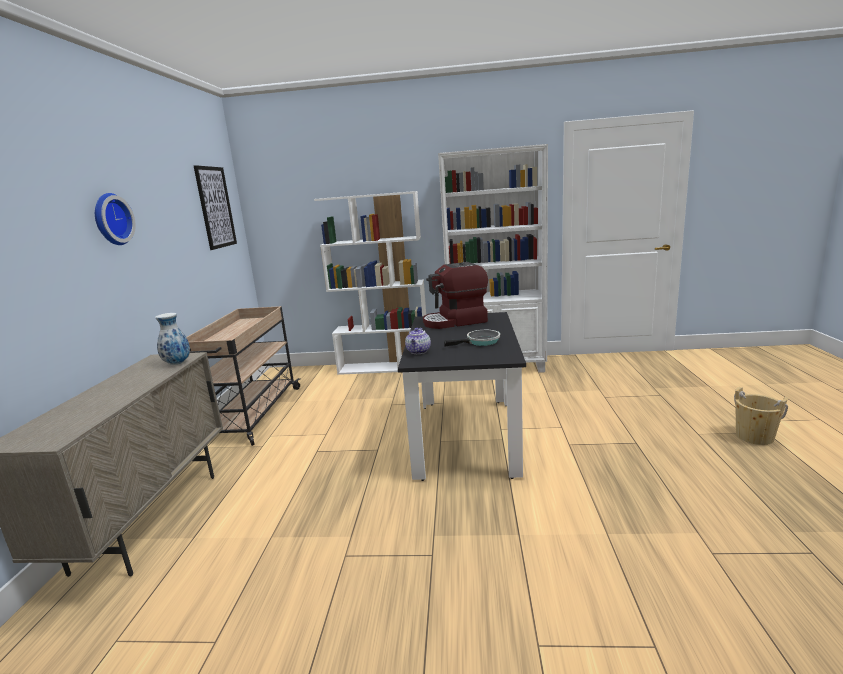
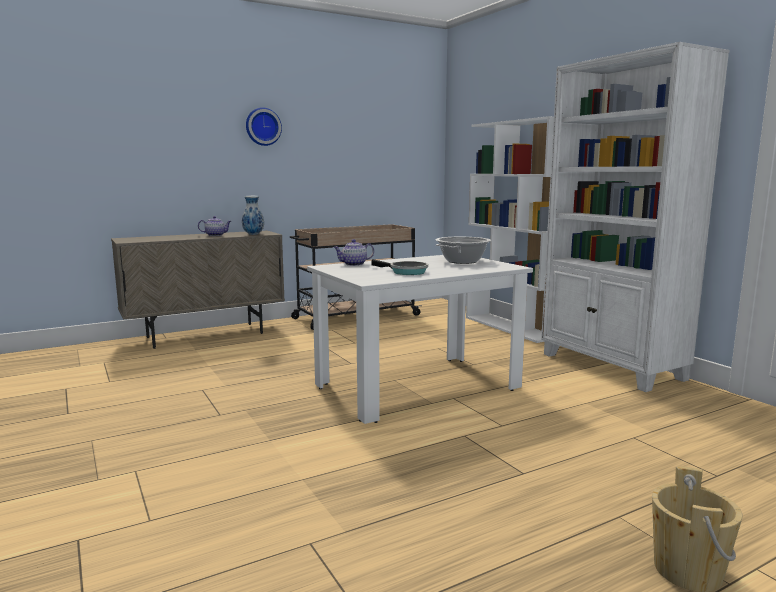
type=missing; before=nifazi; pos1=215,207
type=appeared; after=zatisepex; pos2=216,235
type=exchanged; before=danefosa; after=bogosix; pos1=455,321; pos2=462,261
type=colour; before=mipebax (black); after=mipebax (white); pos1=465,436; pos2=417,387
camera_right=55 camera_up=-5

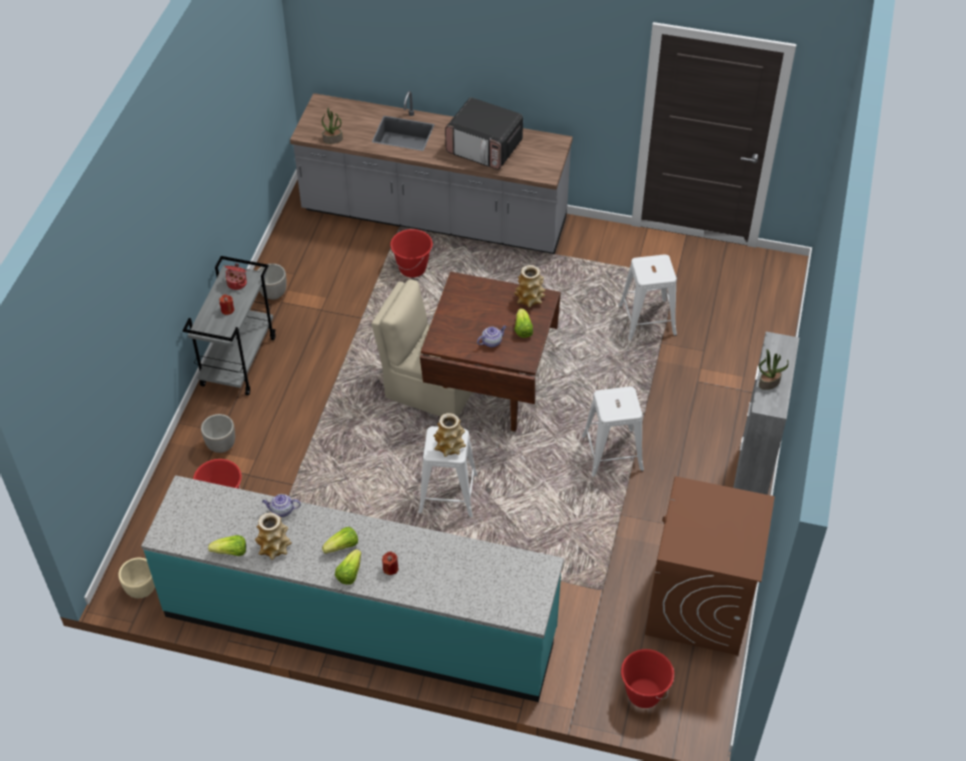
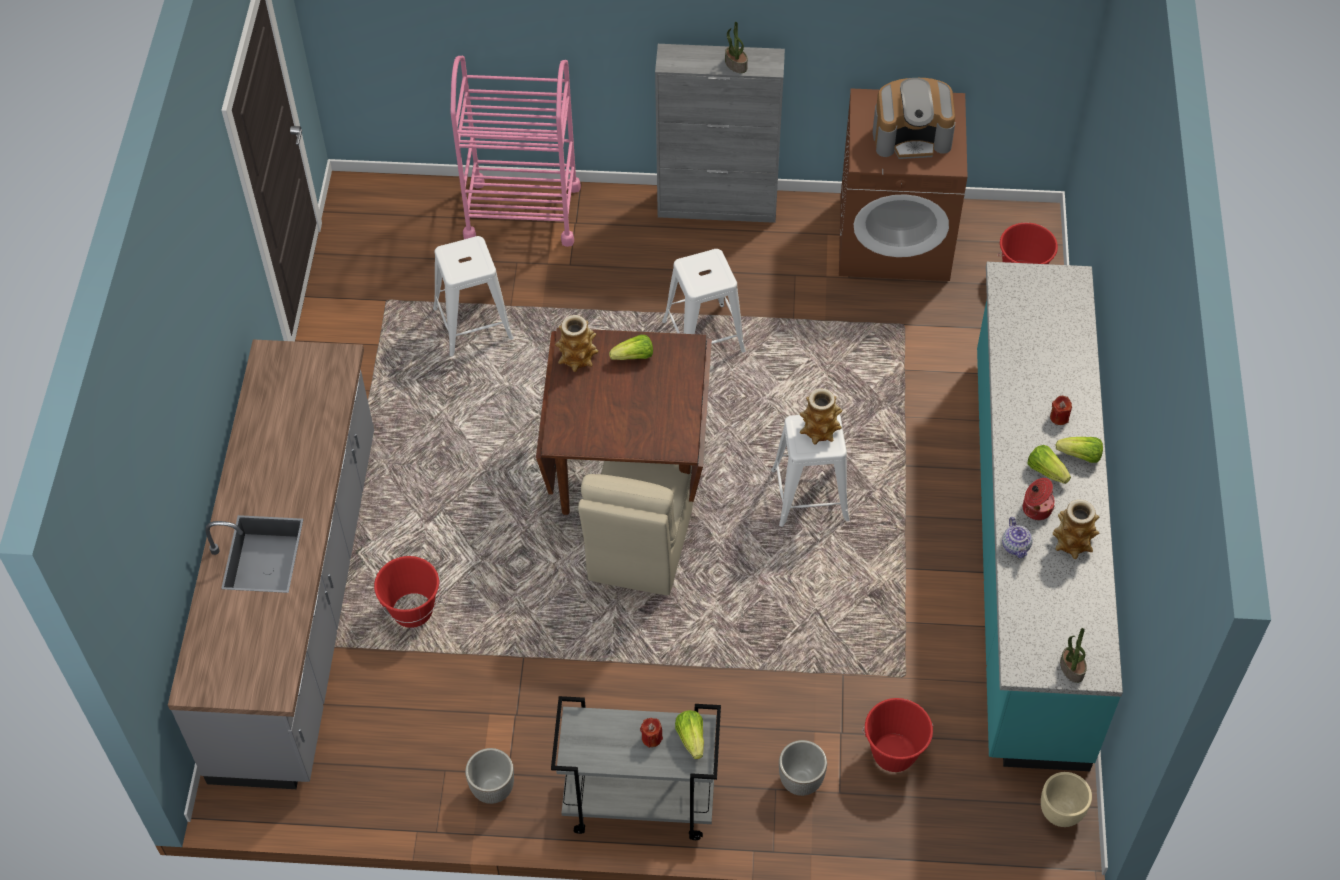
type=missing; before=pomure; pos1=484,148
type=missing; before=zatisepex; pos1=492,342
type=appeared; after=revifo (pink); pos2=522,212
type=appeared; after=danefosa; pos2=912,136
type=relocated; before=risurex; pos1=231,552; pos2=691,738
type=relocated; before=bogosix; pos1=237,283; pos2=1036,508
type=relocated; before=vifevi; pos1=333,139; pos2=1071,668
camera_right=-100 camera_up=5

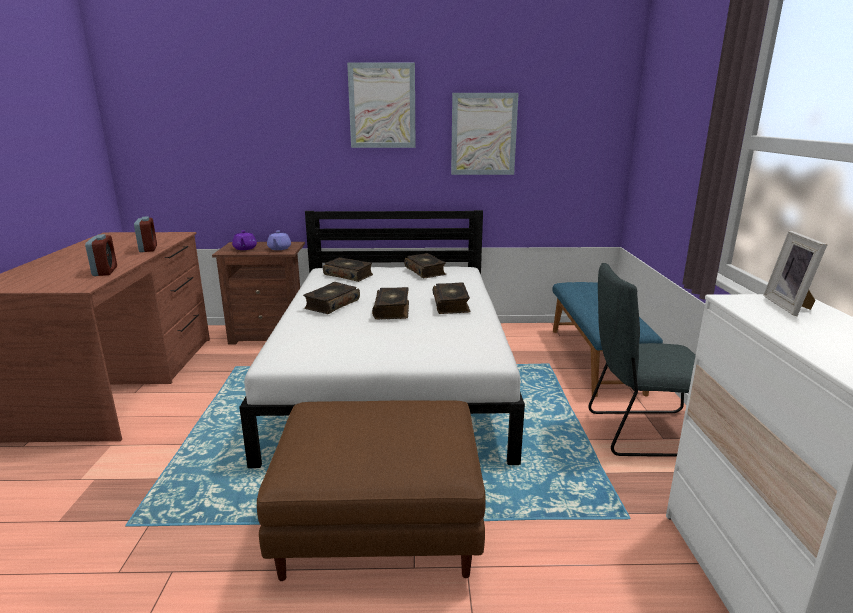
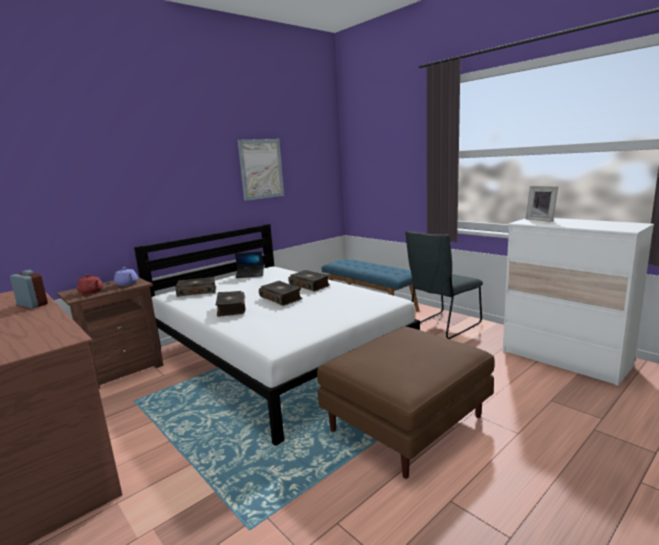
type=missing; before=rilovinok; pos1=105,271
type=missing; before=nifazi; pos1=382,106
type=exchanged; before=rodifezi; after=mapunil; pos1=425,271; pos2=250,275
type=colour; before=zatisepex (purple); after=zatisepex (red); pos1=245,248; pos2=91,291
camera_right=-40 camera_up=-5

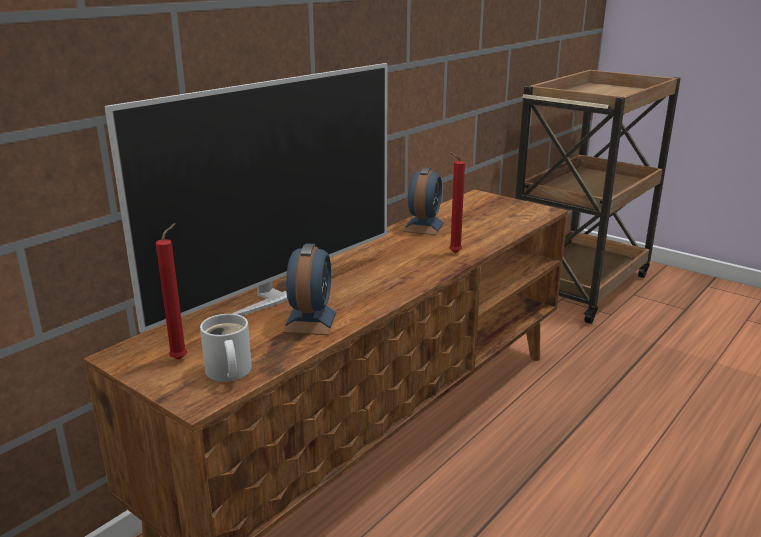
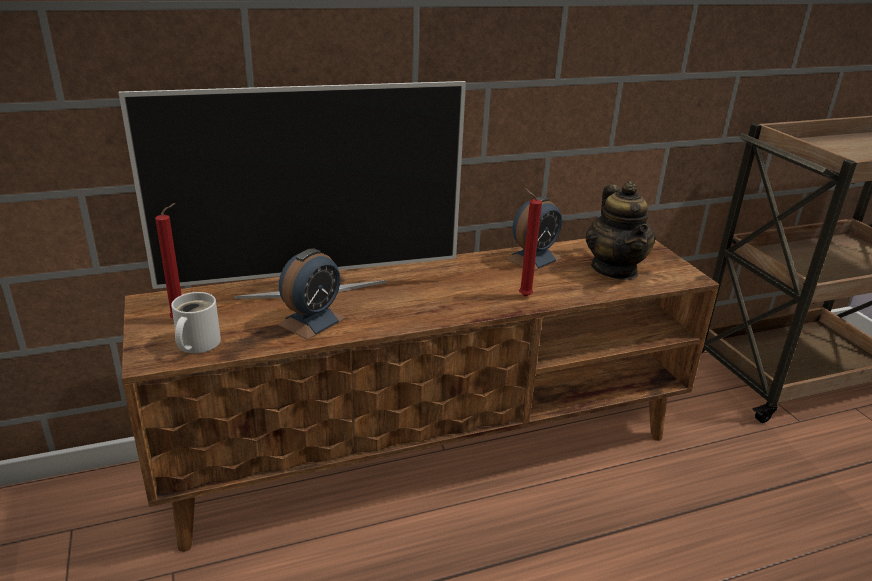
type=appeared; after=zatisepex; pos2=615,269
camera_right=30 camera_up=5

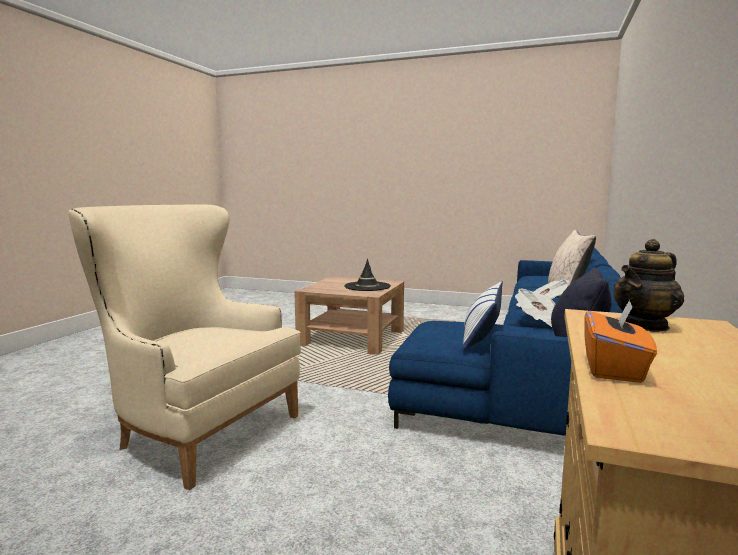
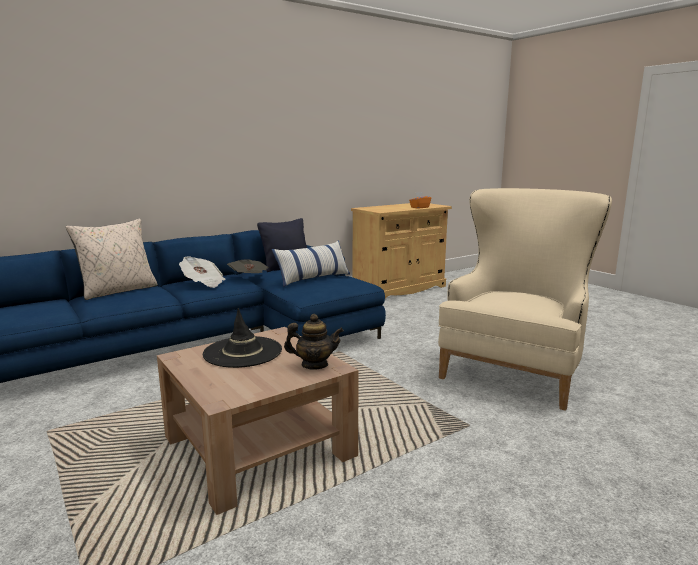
type=relocated; before=zatisepex; pos1=645,325; pos2=314,365
type=spun; before=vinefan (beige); pos1=195,430; pos2=516,371; turn=-120
camera_right=-145 camera_up=5

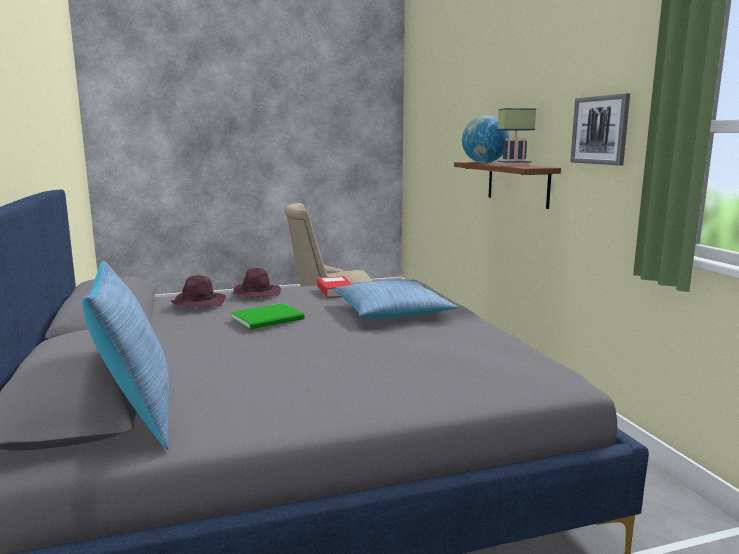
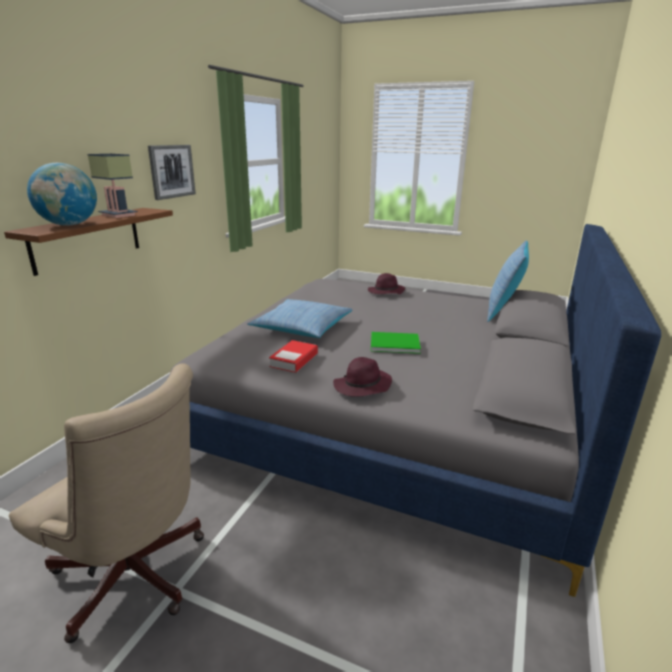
type=relocated; before=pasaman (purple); pos1=198,303; pos2=385,292
camera_right=-140 camera_up=10

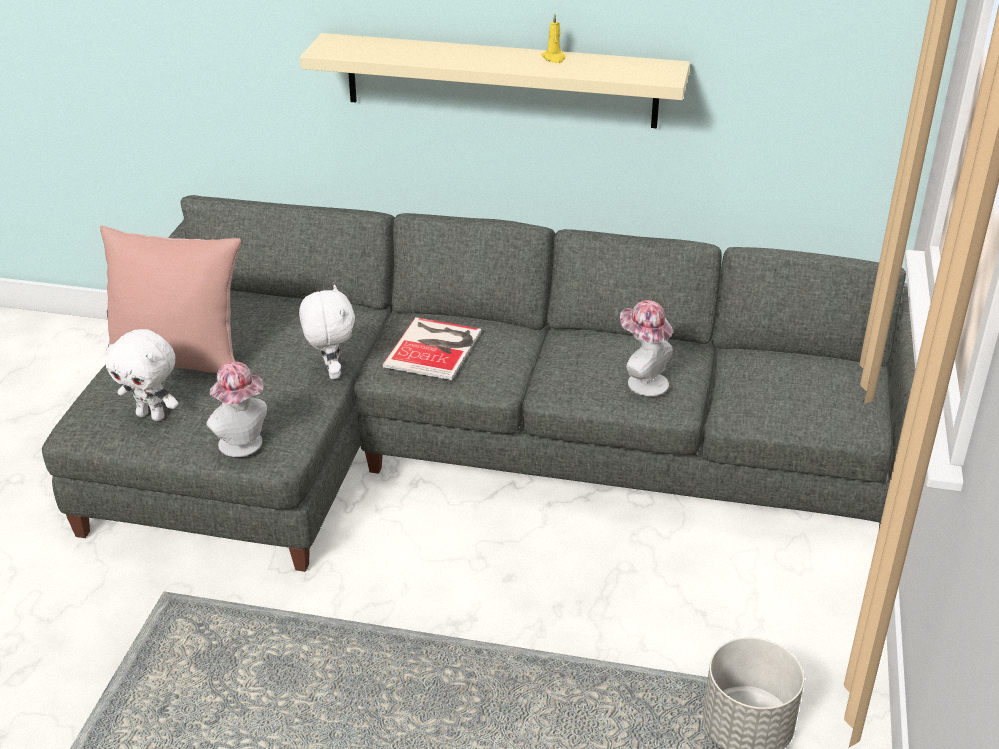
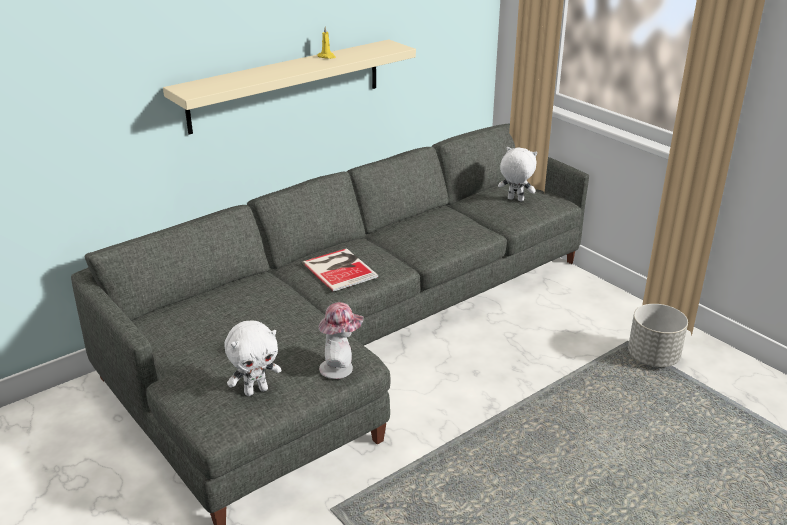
type=missing; before=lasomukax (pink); pos1=180,360
type=missing; before=pasaman; pos1=642,382
type=relocated; before=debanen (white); pos1=331,372; pos2=515,200
camera_right=-50 camera_up=-5

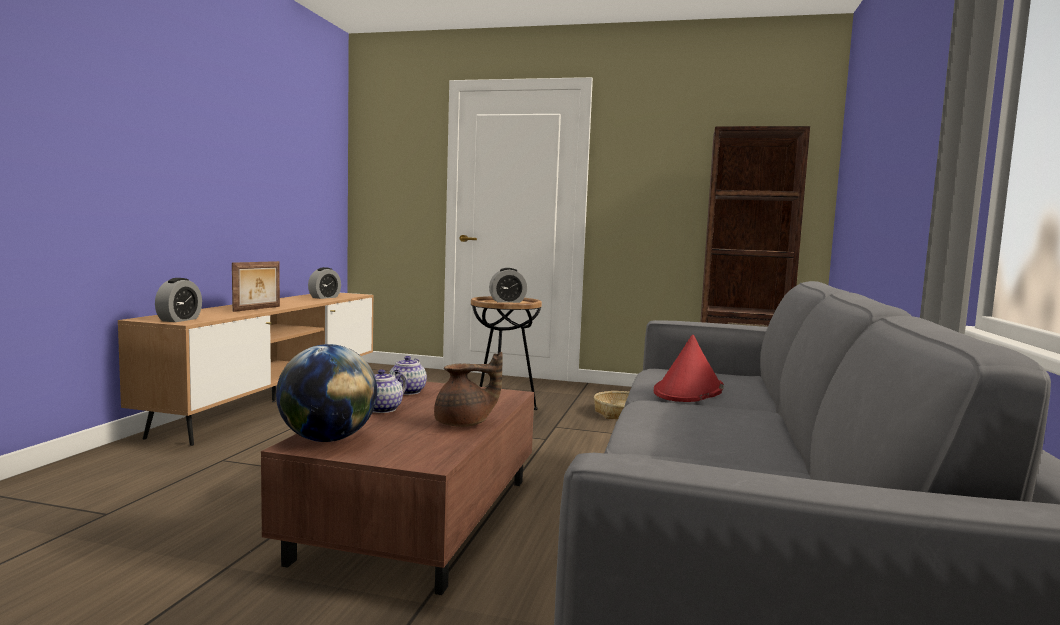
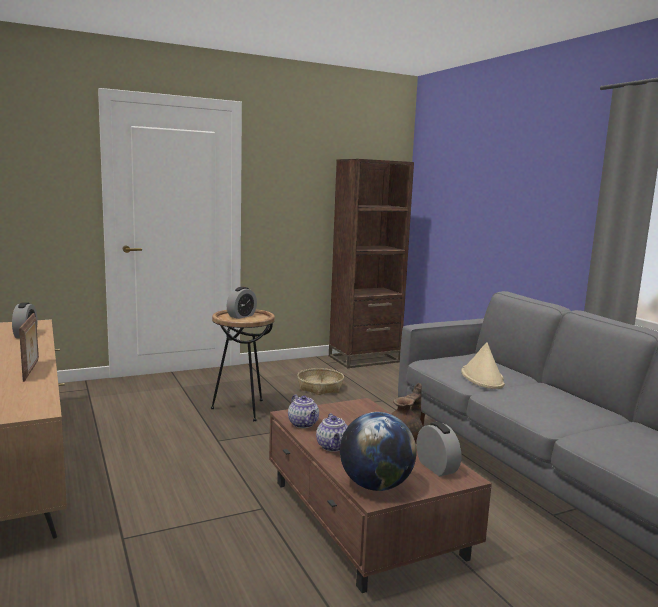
type=relocated; before=rilovinok; pos1=179,320; pos2=436,467
type=colour; before=pasaman (red); after=pasaman (beige); pos1=688,391; pos2=482,378
camera_right=-40 camera_up=5

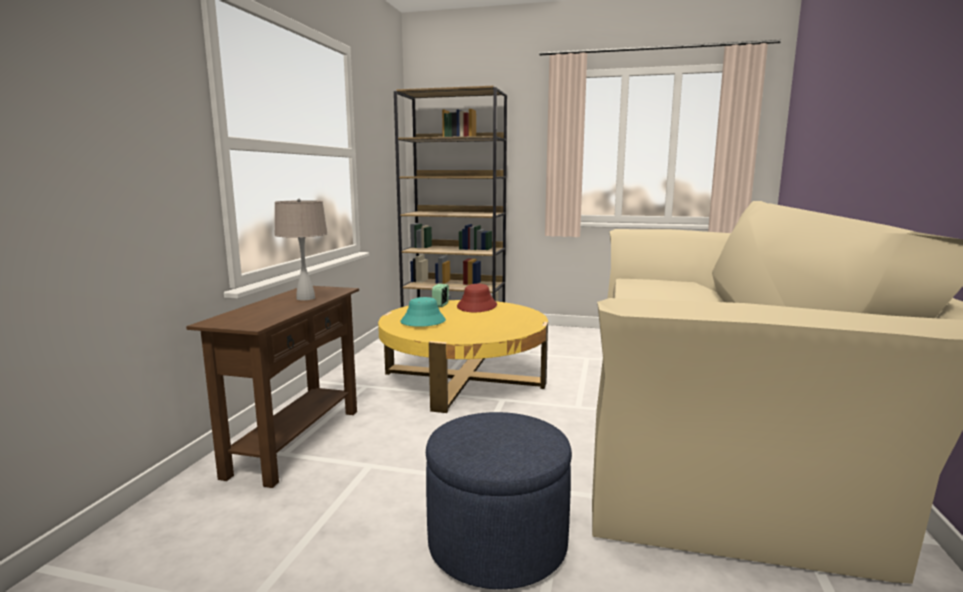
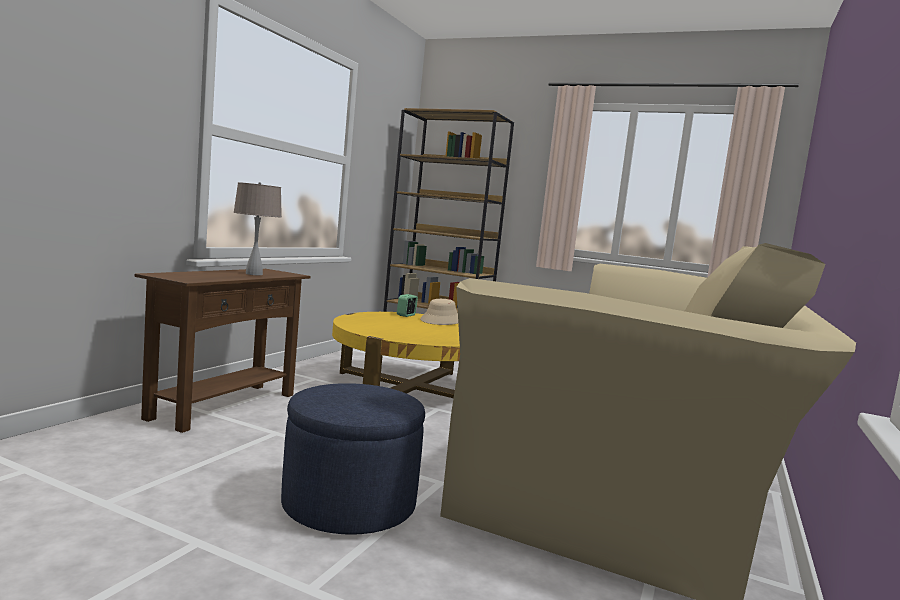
type=missing; before=pasaman (turquoise); pos1=423,321
type=colour; before=pasaman (red); after=pasaman (beige); pos1=477,306; pos2=441,320
camera_right=10 camera_up=-5

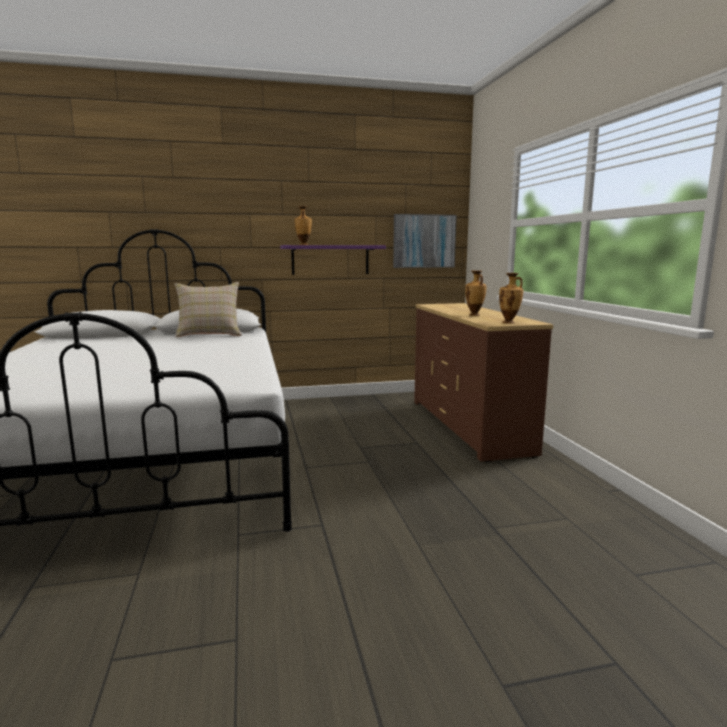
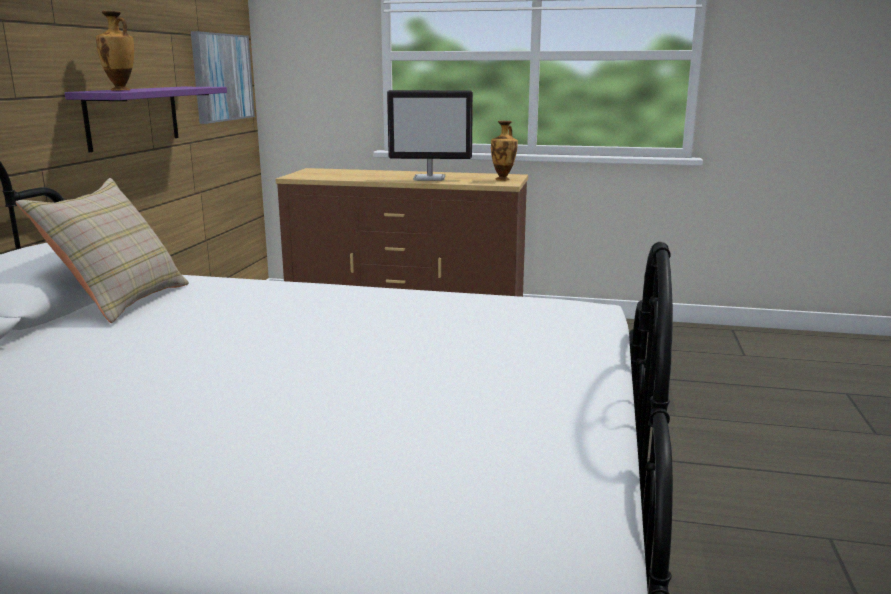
type=exchanged; before=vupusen; after=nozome; pos1=474,315; pos2=430,178
camera_right=-65 camera_up=5

